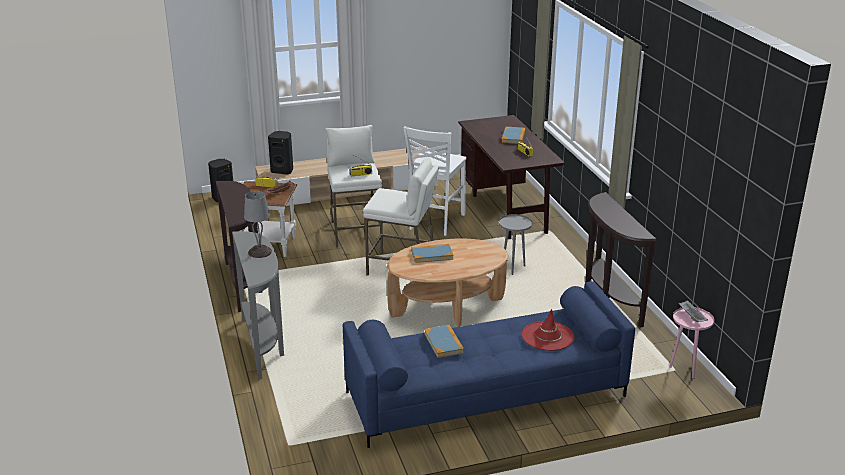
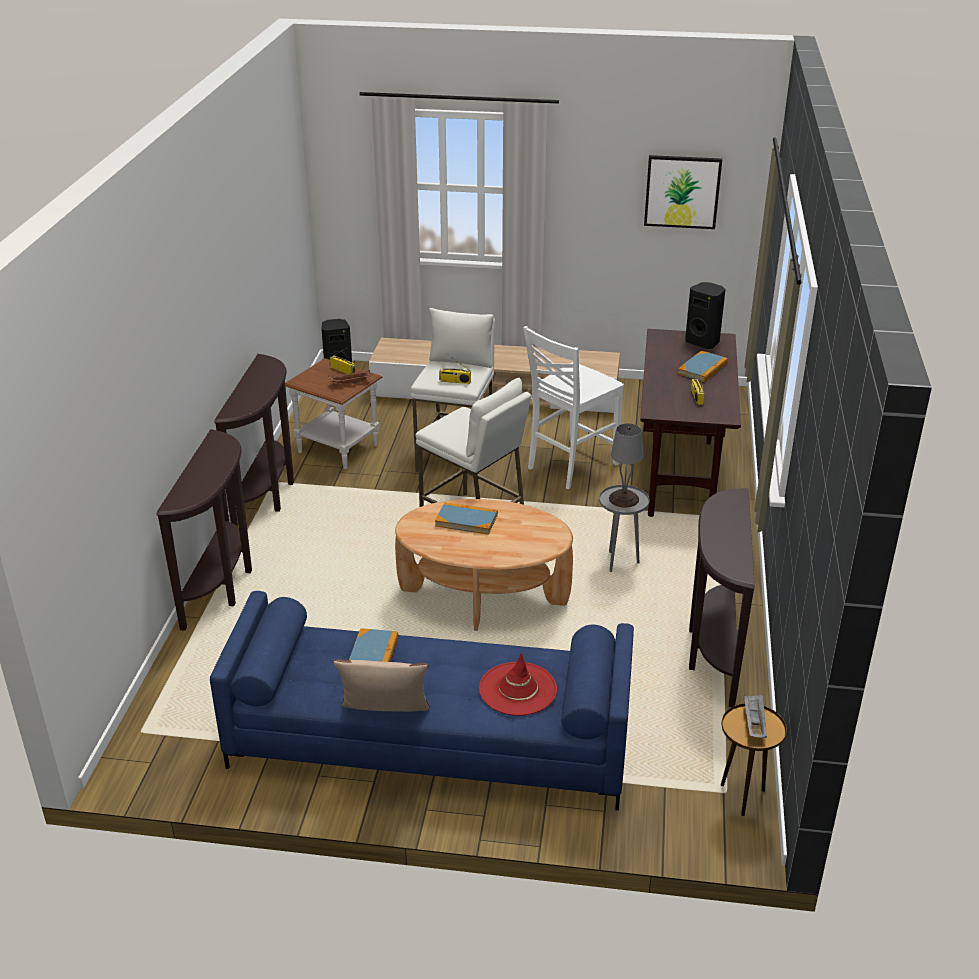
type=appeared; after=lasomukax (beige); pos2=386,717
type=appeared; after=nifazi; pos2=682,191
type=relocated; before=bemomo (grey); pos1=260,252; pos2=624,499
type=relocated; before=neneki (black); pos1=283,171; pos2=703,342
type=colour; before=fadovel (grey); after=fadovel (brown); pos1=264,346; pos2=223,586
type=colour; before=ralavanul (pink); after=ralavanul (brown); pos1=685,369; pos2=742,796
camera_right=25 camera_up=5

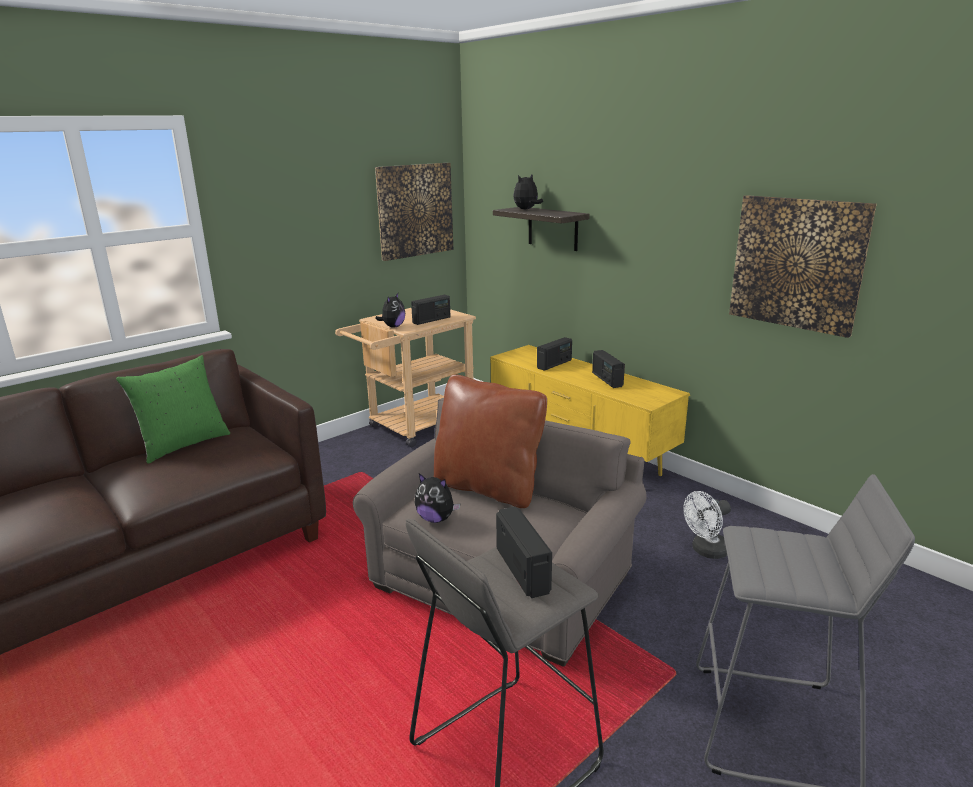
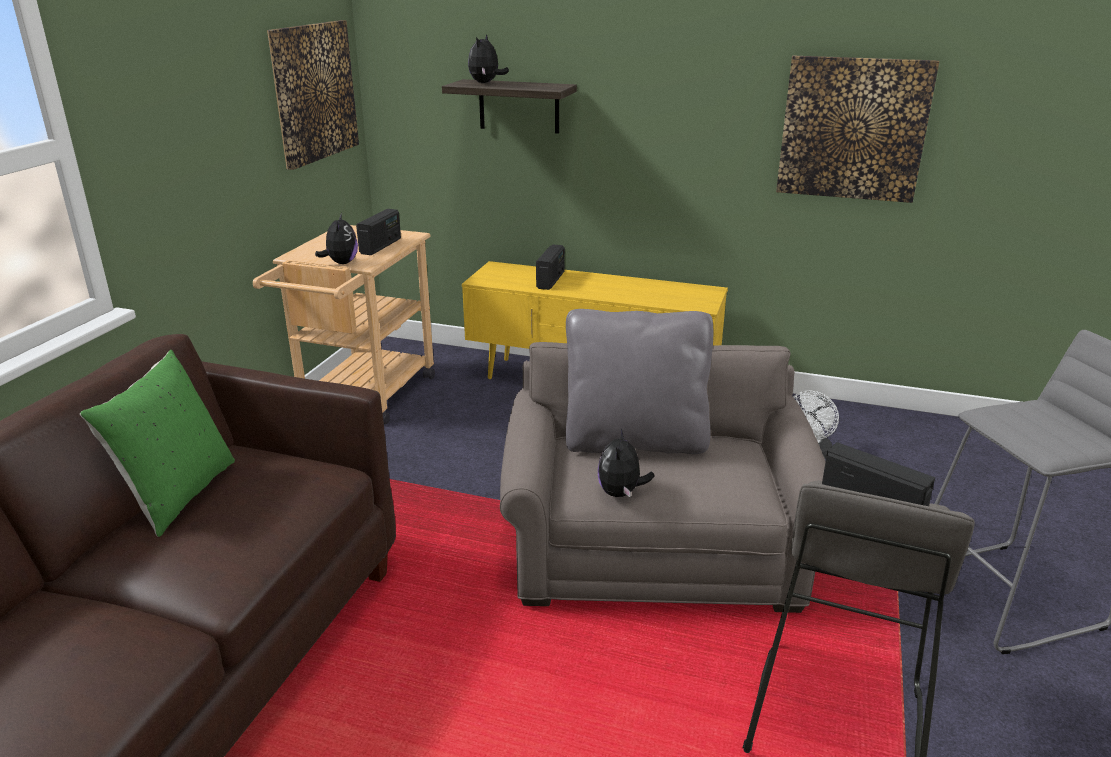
type=missing; before=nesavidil; pos1=607,380
type=colour; before=lasomukax (brown); after=lasomukax (grey); pos1=488,487; pos2=635,441
type=spun; before=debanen; pos1=436,519; pos2=621,493; turn=105
camera_right=-30 camera_up=5

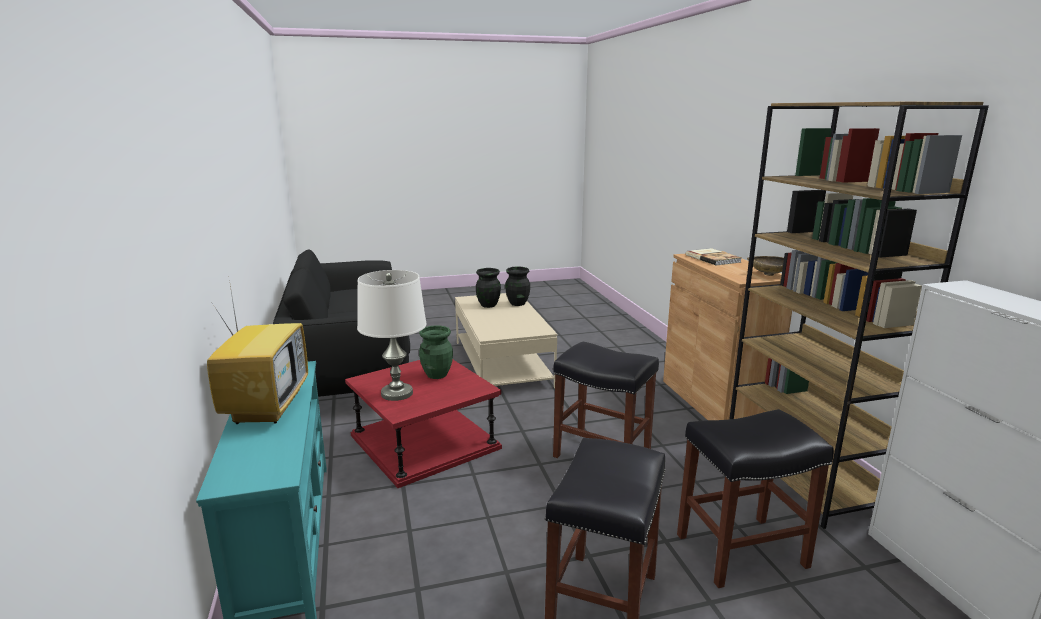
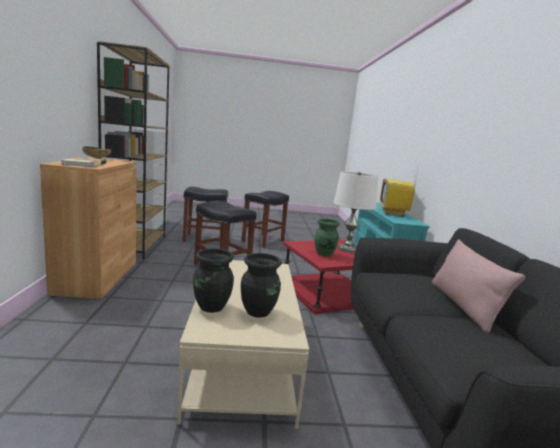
type=appeared; after=lasomukax (pink); pos2=462,305
camera_right=-170 camera_up=-5

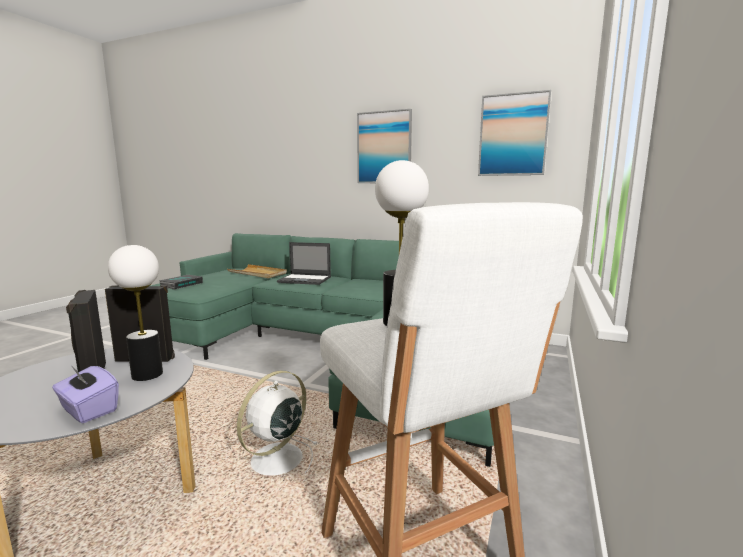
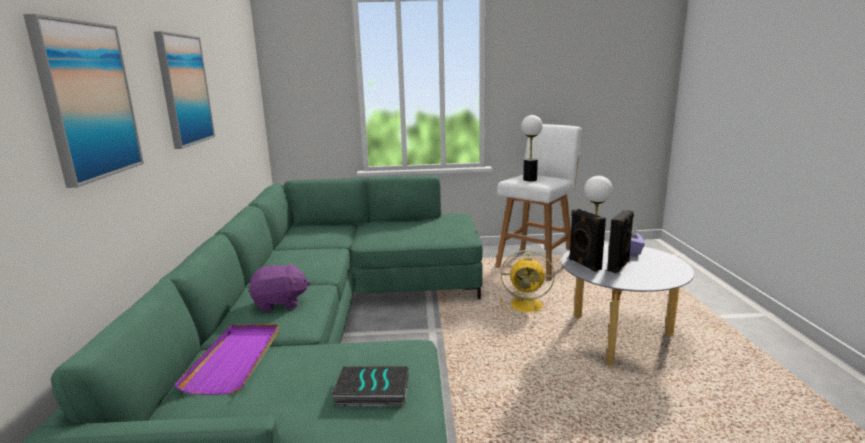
type=relocated; before=nifazi; pos1=513,135; pos2=88,101
type=exchanged; before=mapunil; after=debanen (purple); pos1=305,280; pos2=280,303
type=colour; before=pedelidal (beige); after=pedelidal (purple); pos1=258,273; pos2=235,360
type=colour; before=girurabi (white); after=girurabi (yellow); pos1=274,461; pos2=528,305
camera_right=-115 camera_up=5

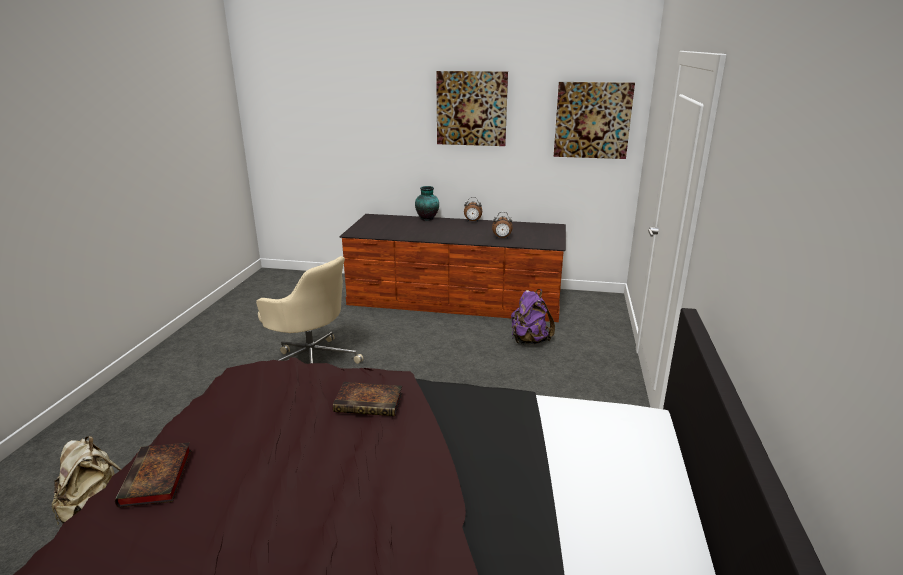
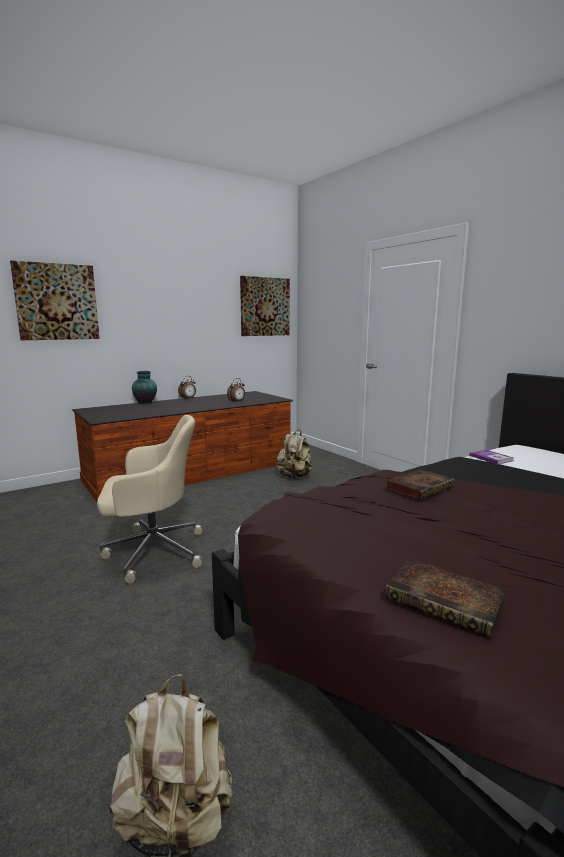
type=appeared; after=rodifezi; pos2=491,458
type=relocated; before=nifazi; pos1=471,108; pos2=57,302
type=colour; before=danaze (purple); after=danaze (beige); pos1=529,341; pos2=294,477
camera_right=-45 camera_up=-10

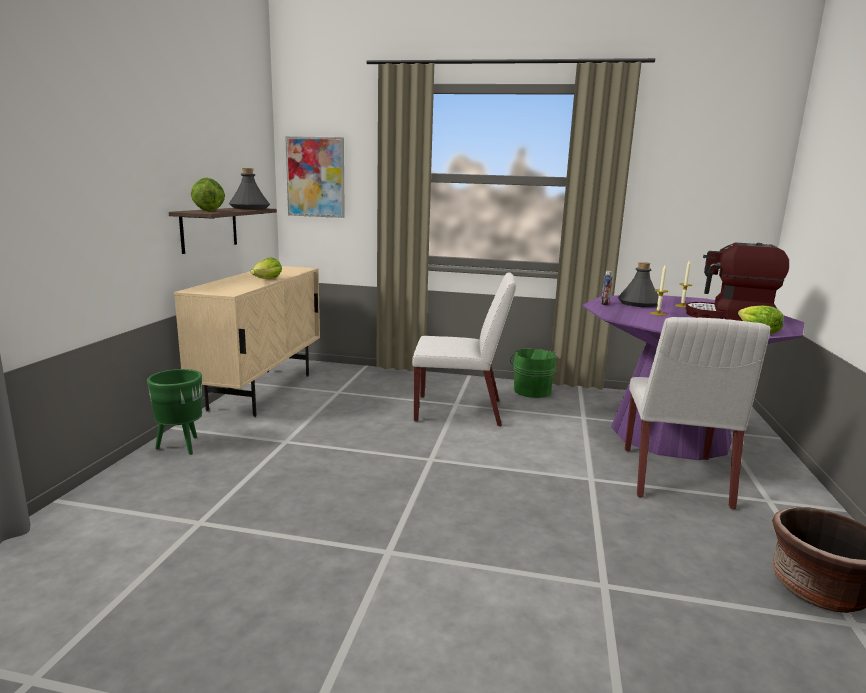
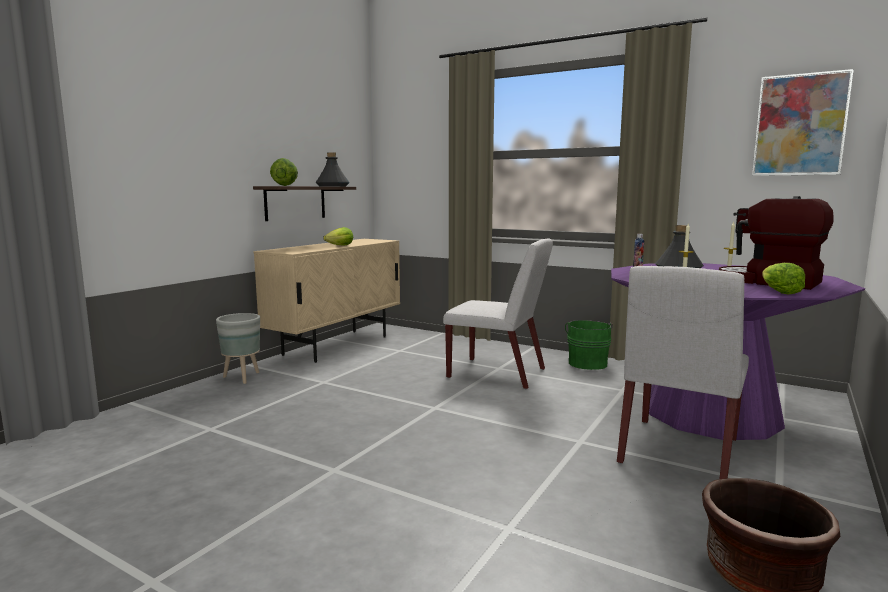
type=relocated; before=nifazi; pos1=315,177; pos2=800,125
type=colour; before=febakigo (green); after=febakigo (grey); pos1=180,447; pos2=241,378
camera_right=20 camera_up=-5

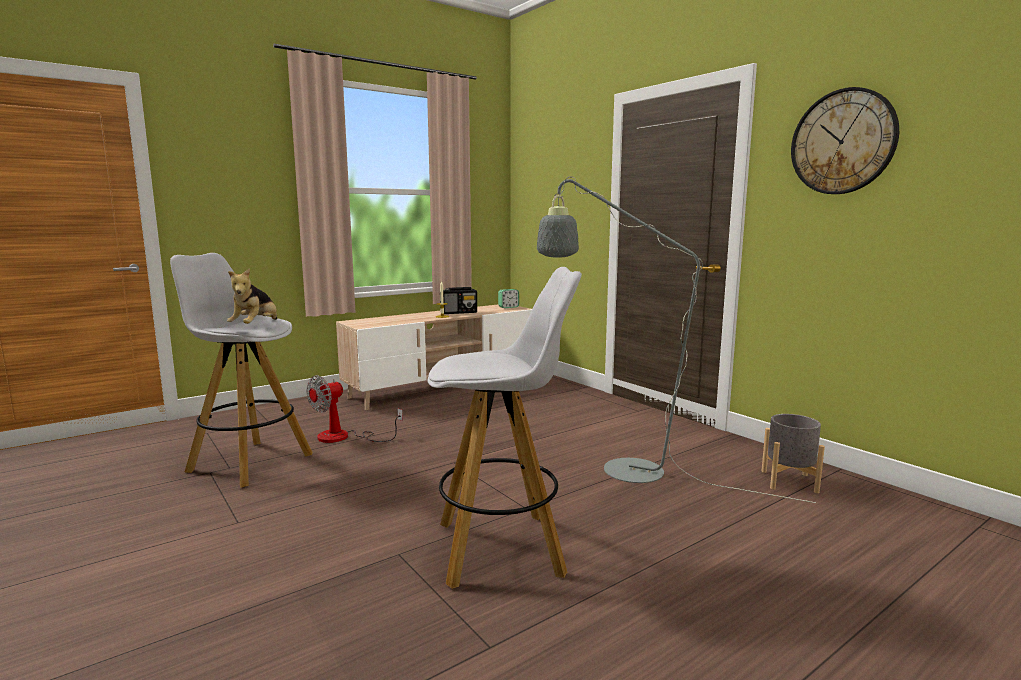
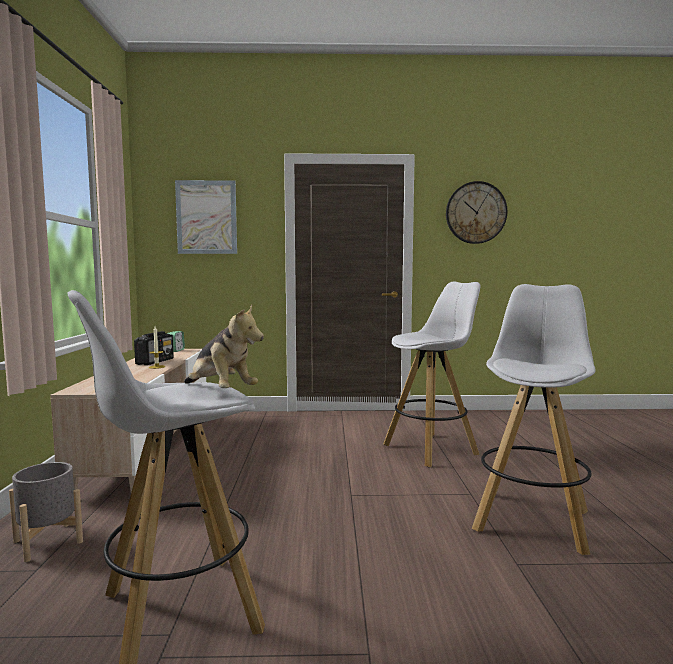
type=missing; before=girurabi; pos1=344,437
type=appeared; after=nifazi; pos2=206,217
type=relocated; before=febakigo (grey); pos1=788,481; pos2=47,541
type=exchanged; before=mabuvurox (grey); after=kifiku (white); pos1=617,467; pos2=431,449
camera_right=-55 camera_up=-5

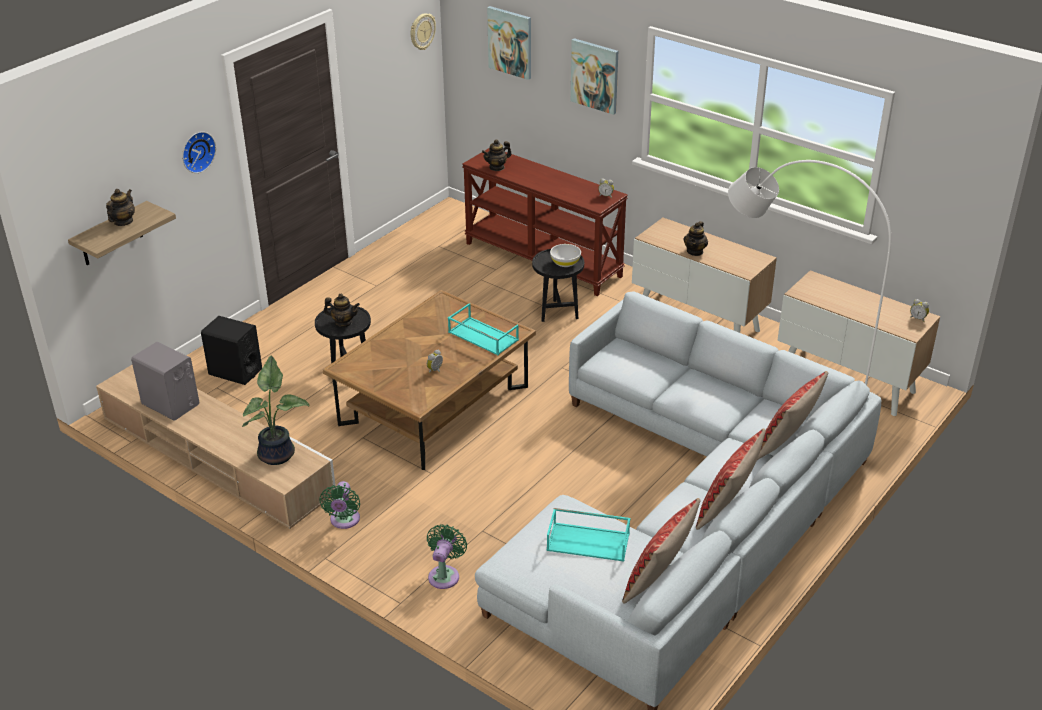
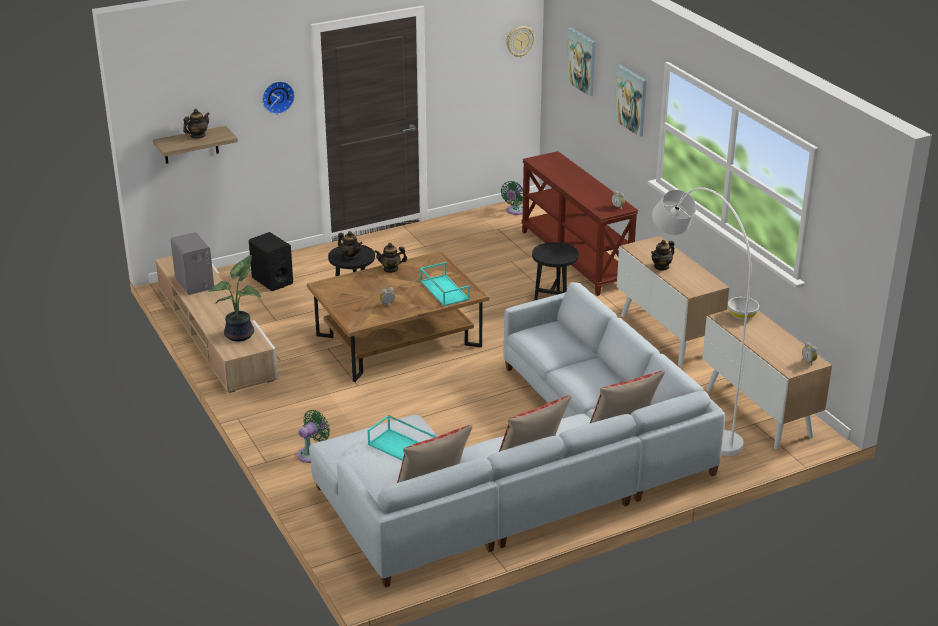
type=relocated; before=girurabi (green); pos1=344,521; pos2=515,211
type=relocated; before=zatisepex; pos1=497,167; pos2=391,269
type=relocated; before=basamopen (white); pos1=565,263; pos2=742,315
camera_right=25 camera_up=-5

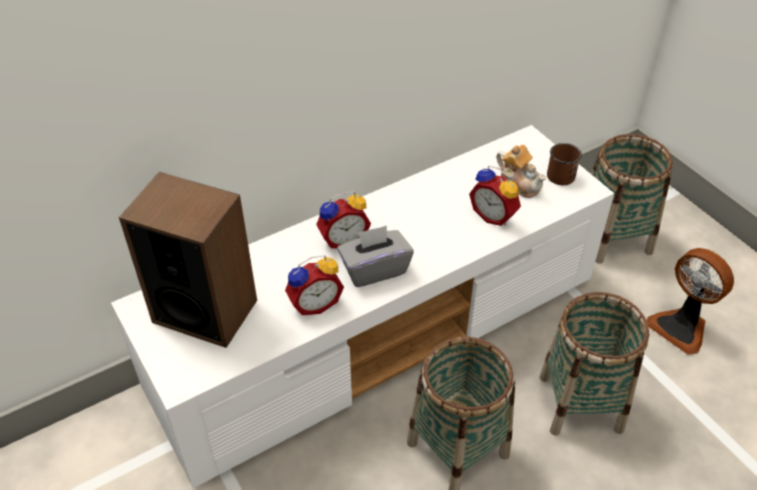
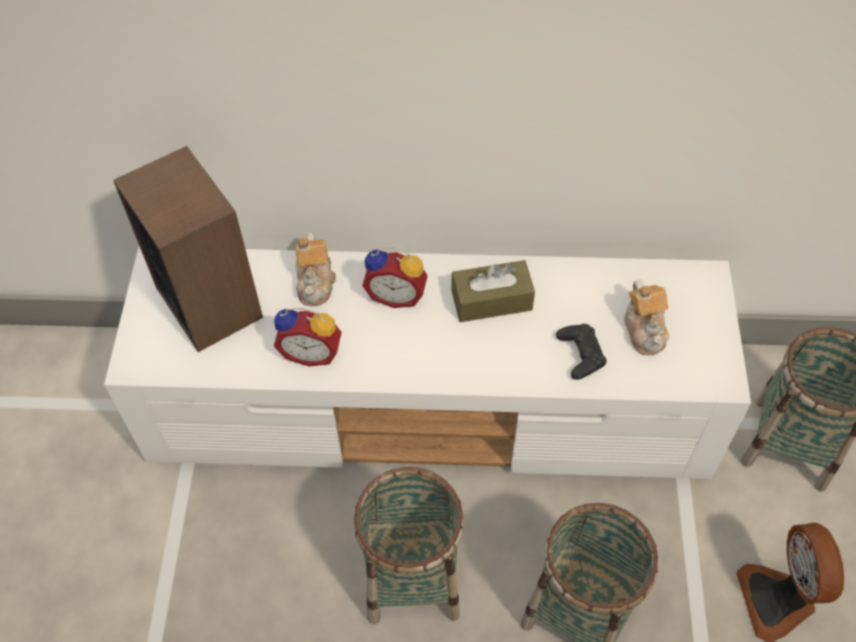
type=missing; before=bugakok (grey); pos1=374,269
type=missing; before=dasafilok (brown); pos1=562,173
type=appeared; after=zatisepex; pos2=316,282
type=appeared; after=bugakok (brown); pos2=491,300
type=exchanged; before=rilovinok; after=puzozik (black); pos1=494,215; pos2=580,354
camera_right=35 camera_up=10

